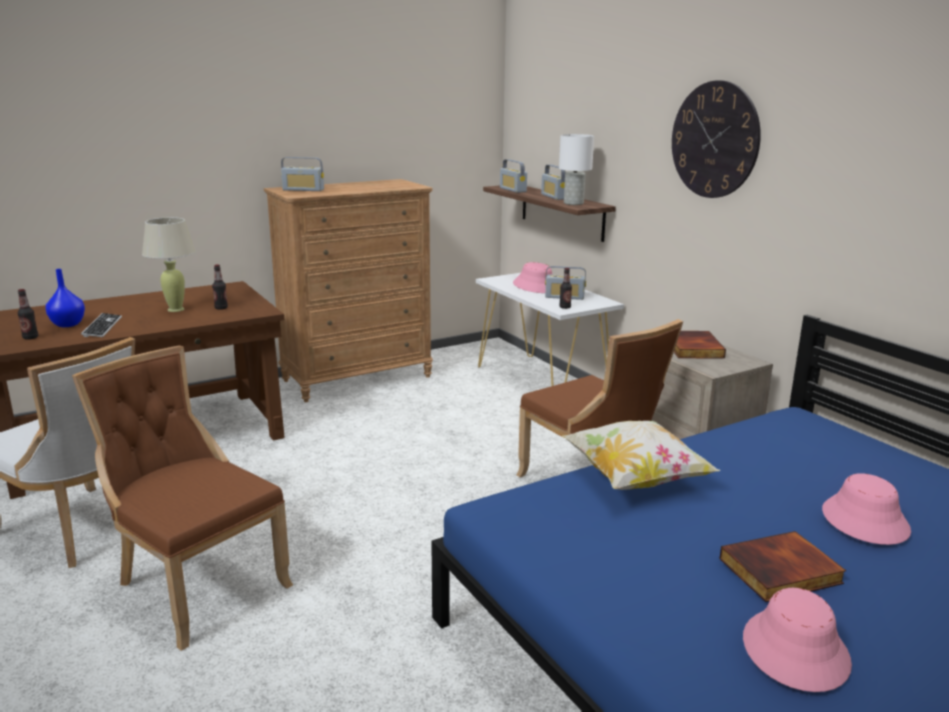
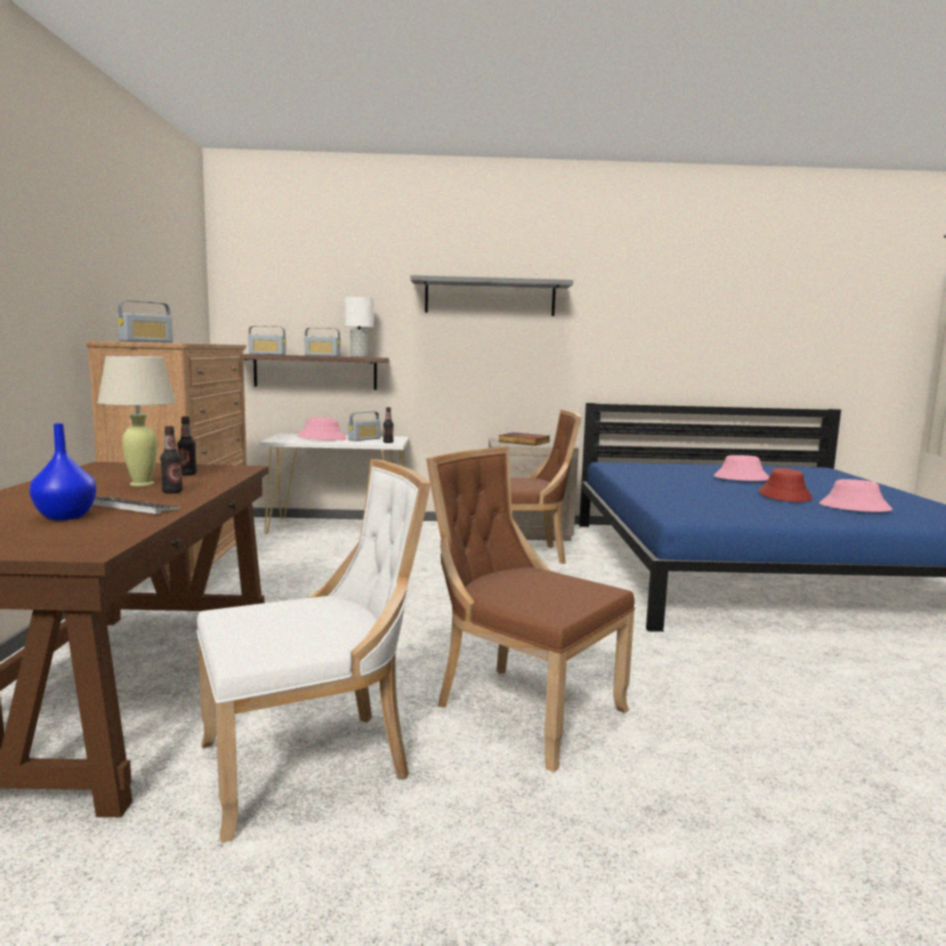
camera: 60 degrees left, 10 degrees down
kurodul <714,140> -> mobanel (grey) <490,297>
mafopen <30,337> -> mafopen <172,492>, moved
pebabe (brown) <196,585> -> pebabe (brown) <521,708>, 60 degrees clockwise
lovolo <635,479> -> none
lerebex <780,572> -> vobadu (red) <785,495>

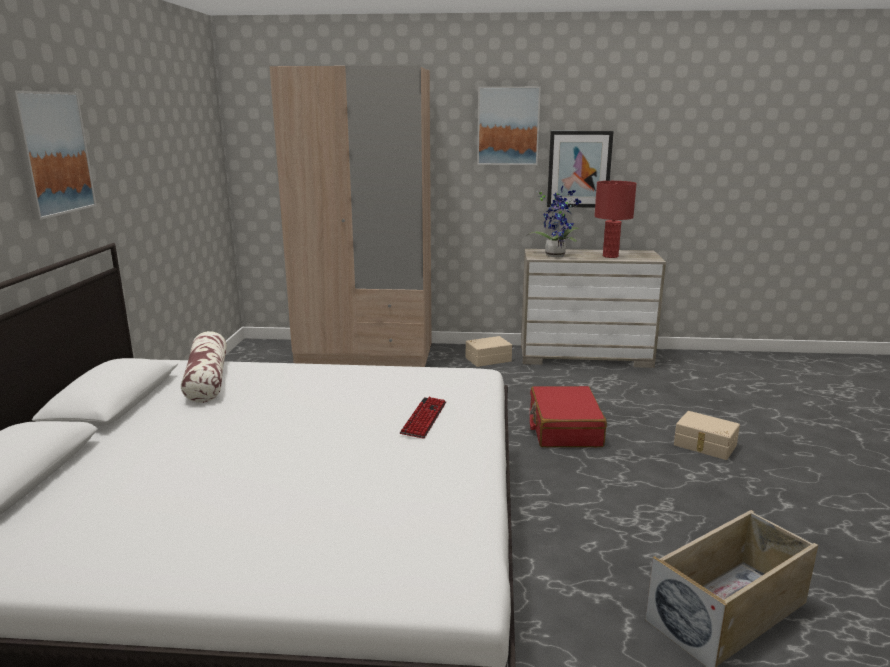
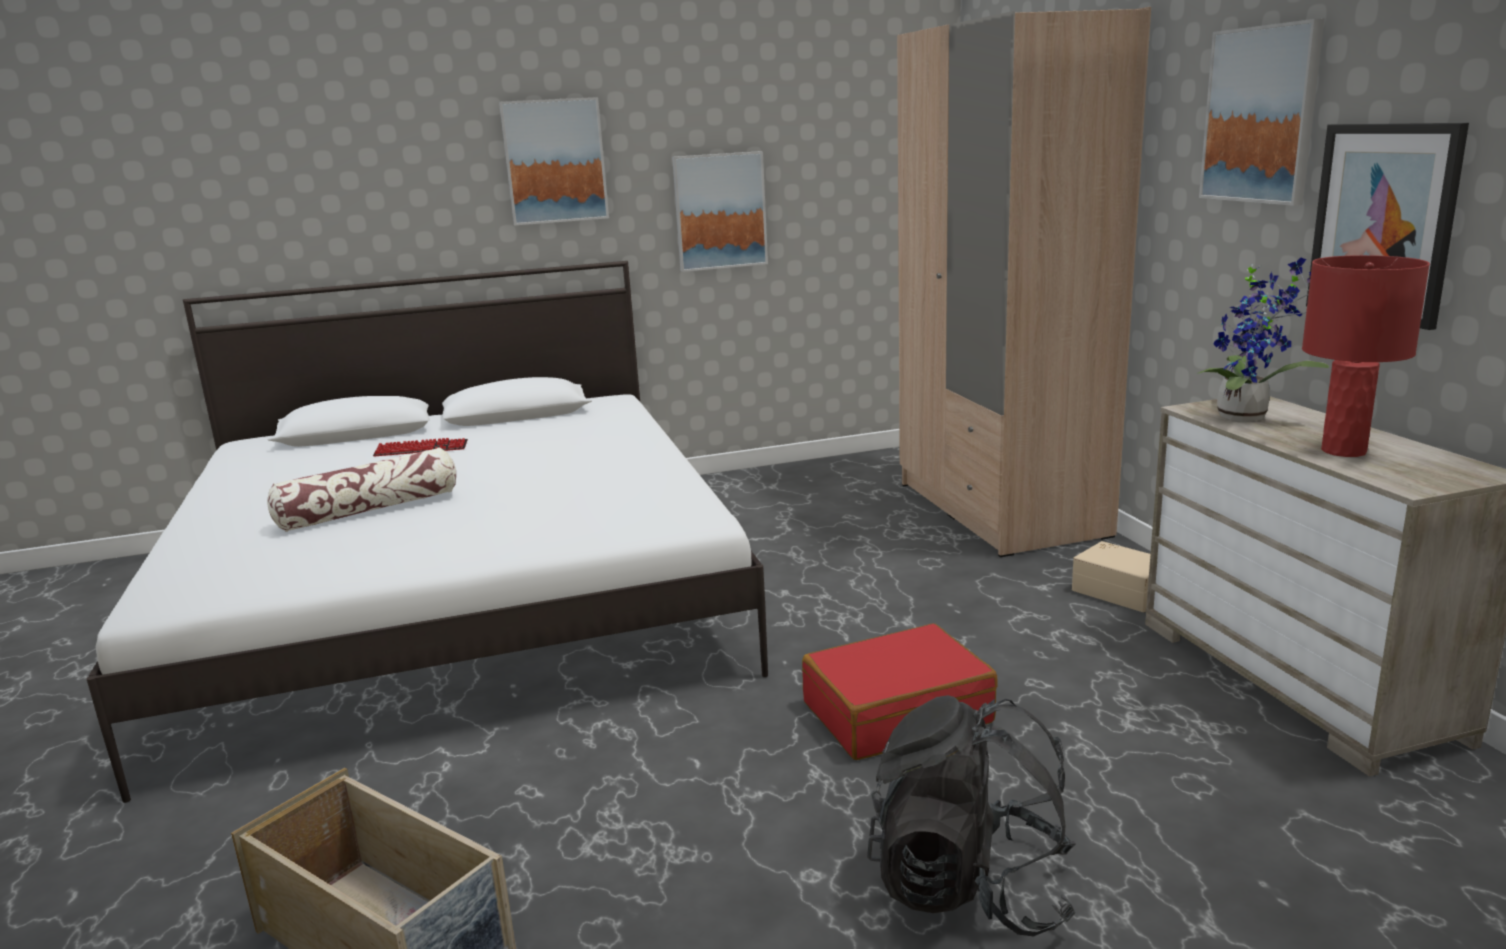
camera: 70 degrees right, 0 degrees up
lovolo <207,379> -> lovolo <370,510>, moved
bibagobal <424,418> -> bibagobal <421,449>, moved
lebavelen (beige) <704,445> -> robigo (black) <970,887>
none -> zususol <720,211>

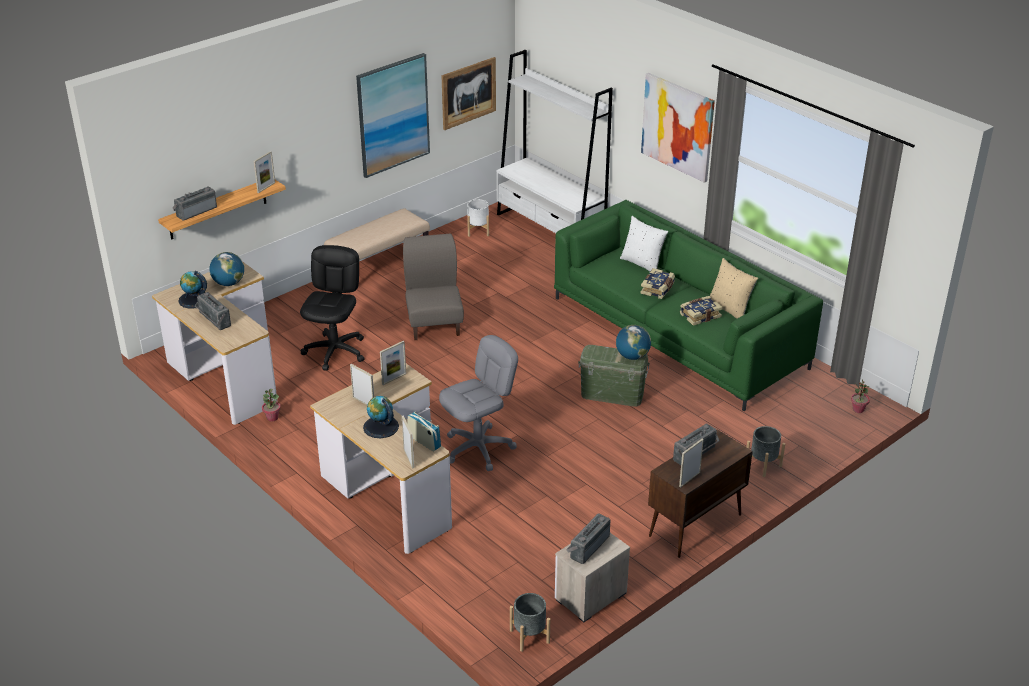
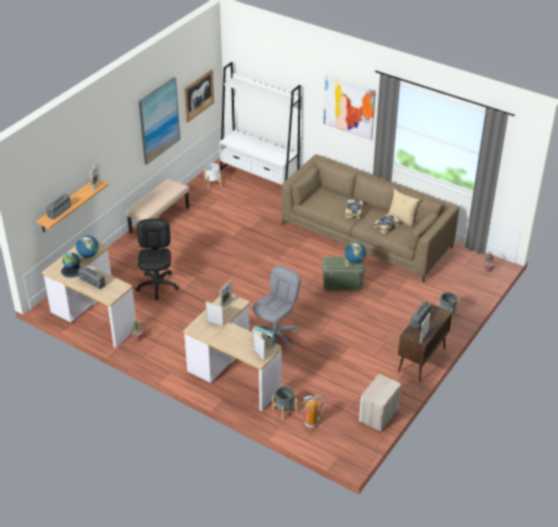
camera: 15 degrees left, 5 degrees up
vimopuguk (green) <678,333> -> vimopuguk (brown) <366,236>
lovolo (white) <642,263> -> none
pebabe (grey) <434,323> -> none
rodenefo <380,427> -> none
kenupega <587,546> -> none
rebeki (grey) <530,636> -> rebeki (grey) <284,411>, moved
none -> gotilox <311,423>

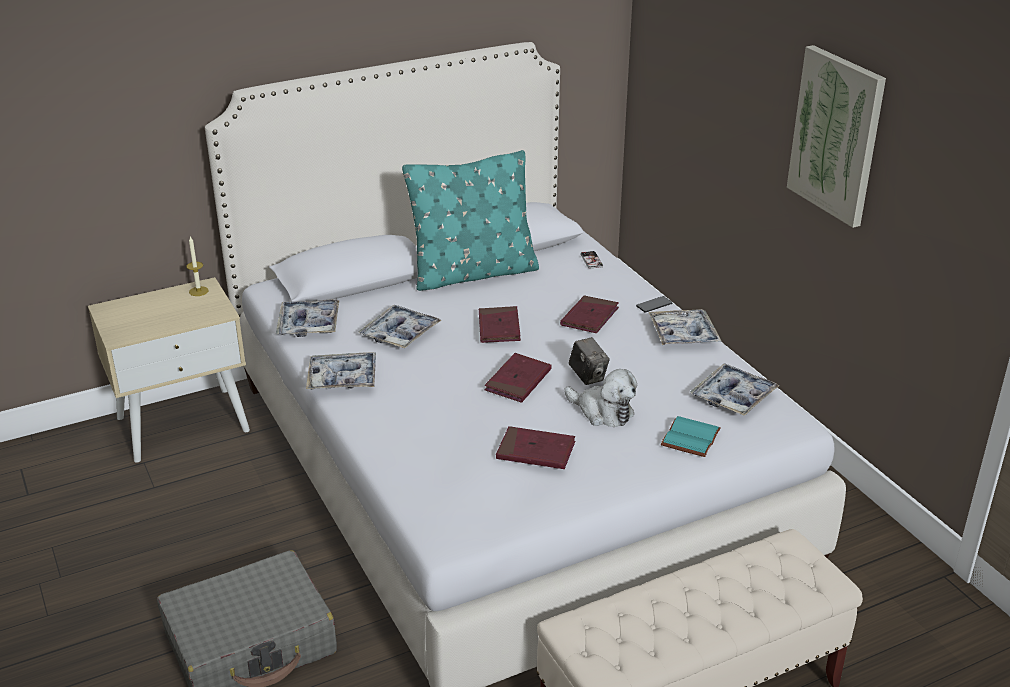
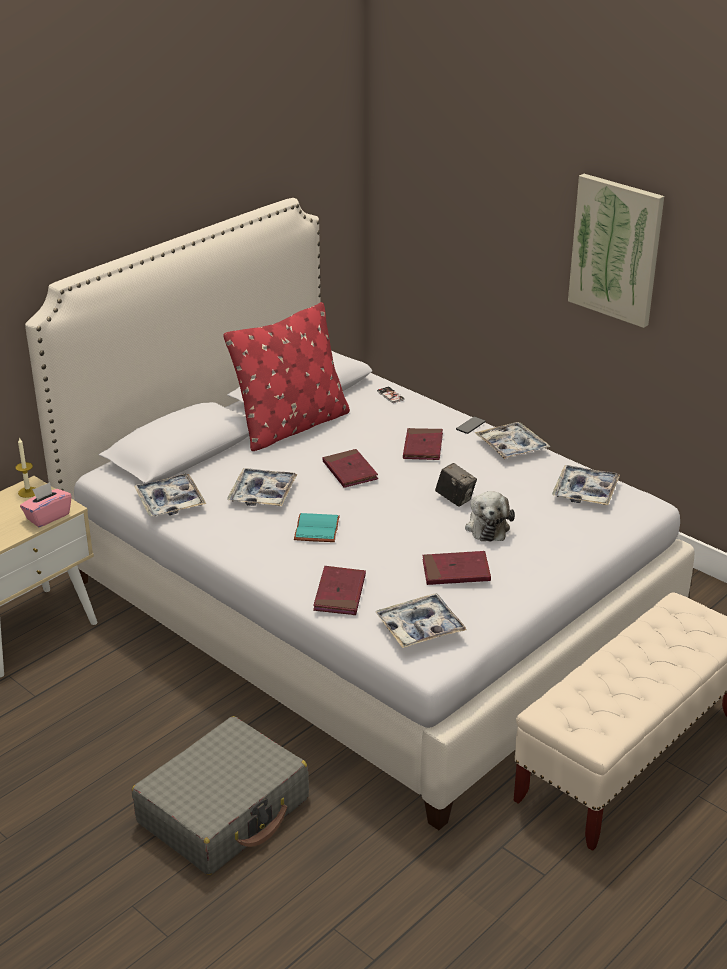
camera: 20 degrees left, 0 degrees up
lovolo (turquoise) <473,273> -> lovolo (red) <291,426>
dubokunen <342,378> -> dubokunen <420,628>, moved
lerebex (red) <518,381> -> lerebex (red) <339,593>, moved
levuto <602,412> -> levuto <487,526>, 75 degrees clockwise
lerebex (turquoise) <689,437> -> lerebex (turquoise) <315,528>, moved
none -> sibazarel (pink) <47,517>

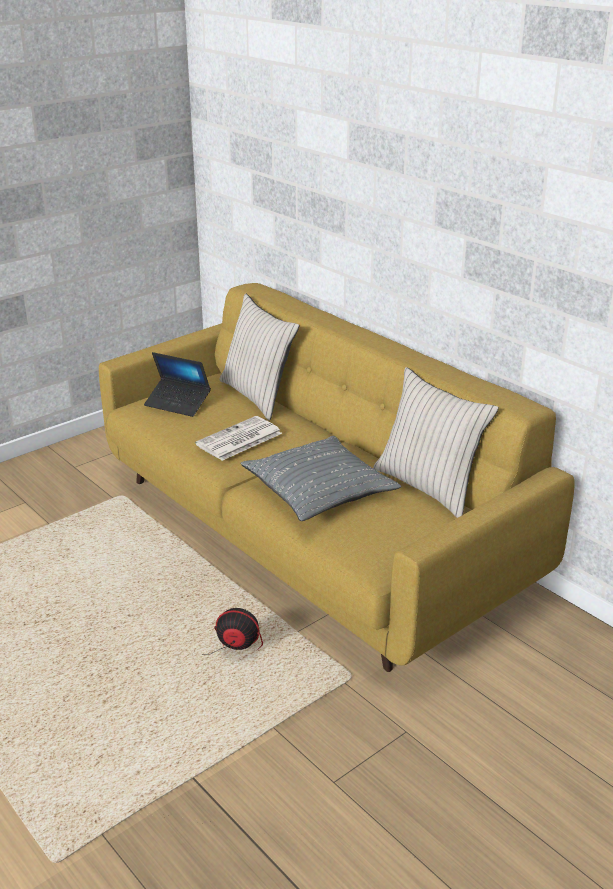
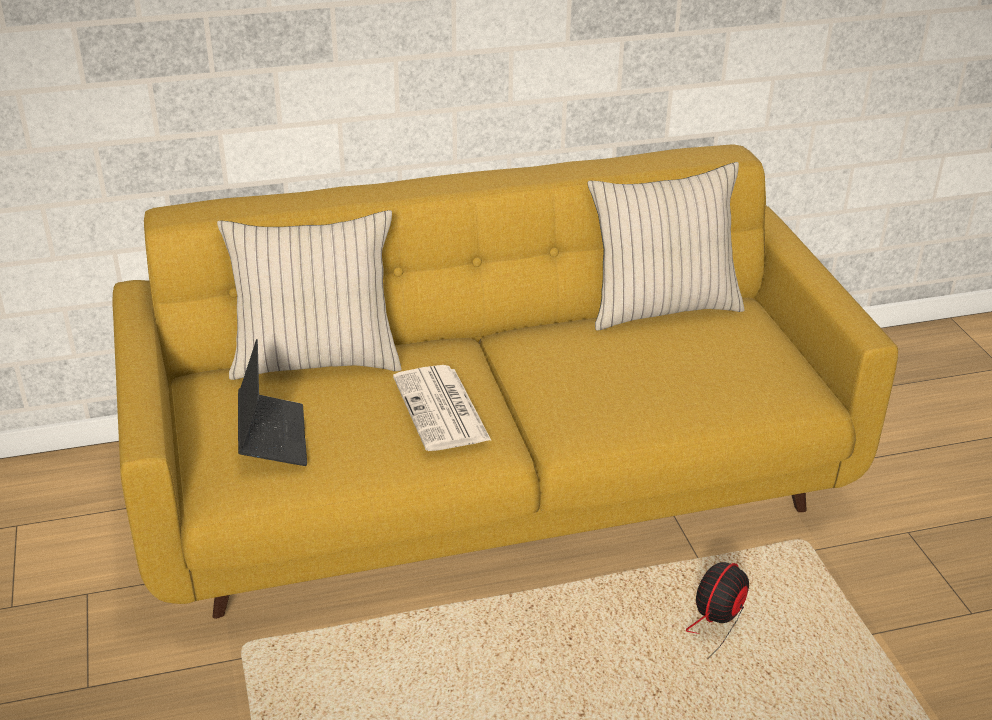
camera: 65 degrees left, 5 degrees up
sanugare <178,403> -> sanugare <272,437>, 60 degrees counterclockwise
lovolo (grey) <319,490> -> none

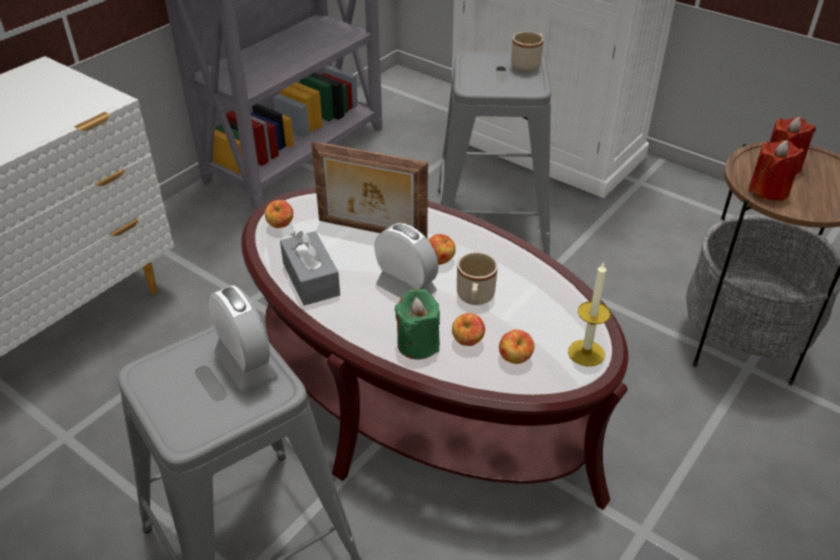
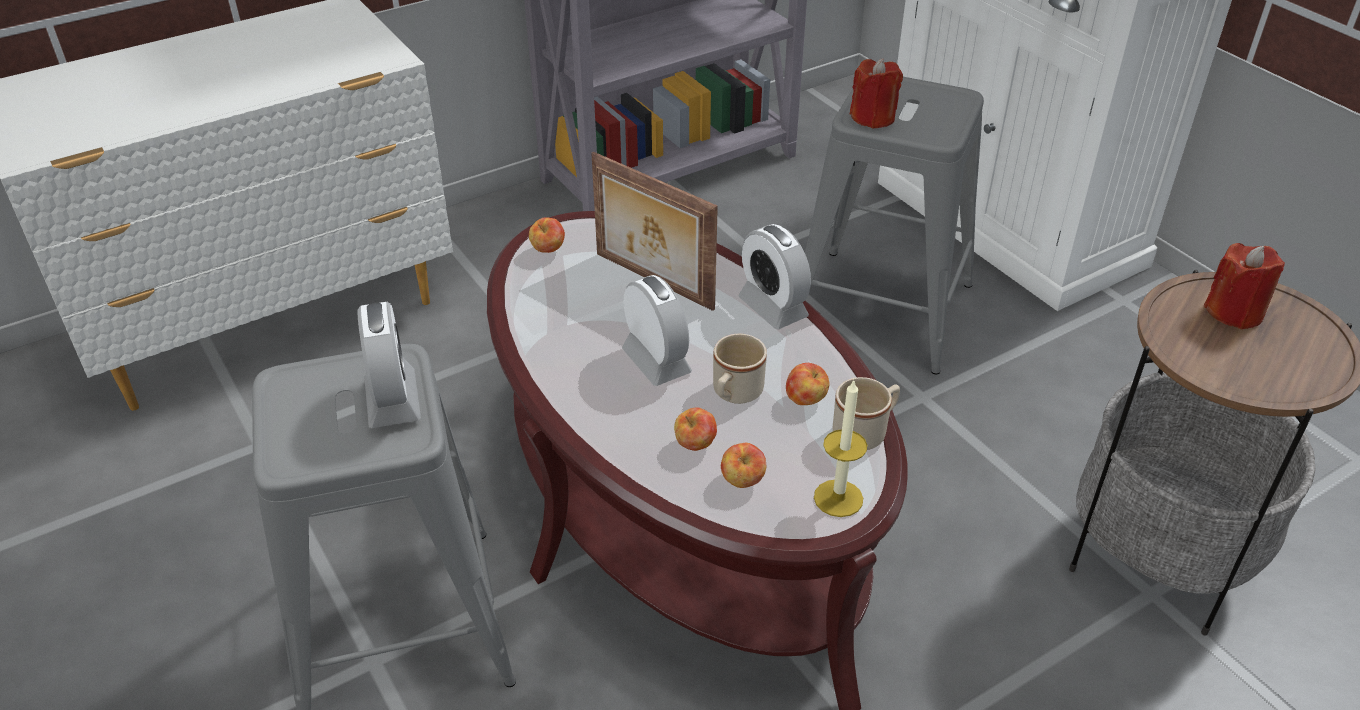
camera: 20 degrees right, 0 degrees up
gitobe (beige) <528,64> -> gitobe (beige) <865,432>, moved
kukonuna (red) <769,190> -> kukonuna (red) <873,117>, moved
sibazarel (grey) <311,279> -> none
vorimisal <440,261> -> vorimisal <806,400>, moved
kukonuna (green) <418,344> -> none
none -> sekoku <773,308>

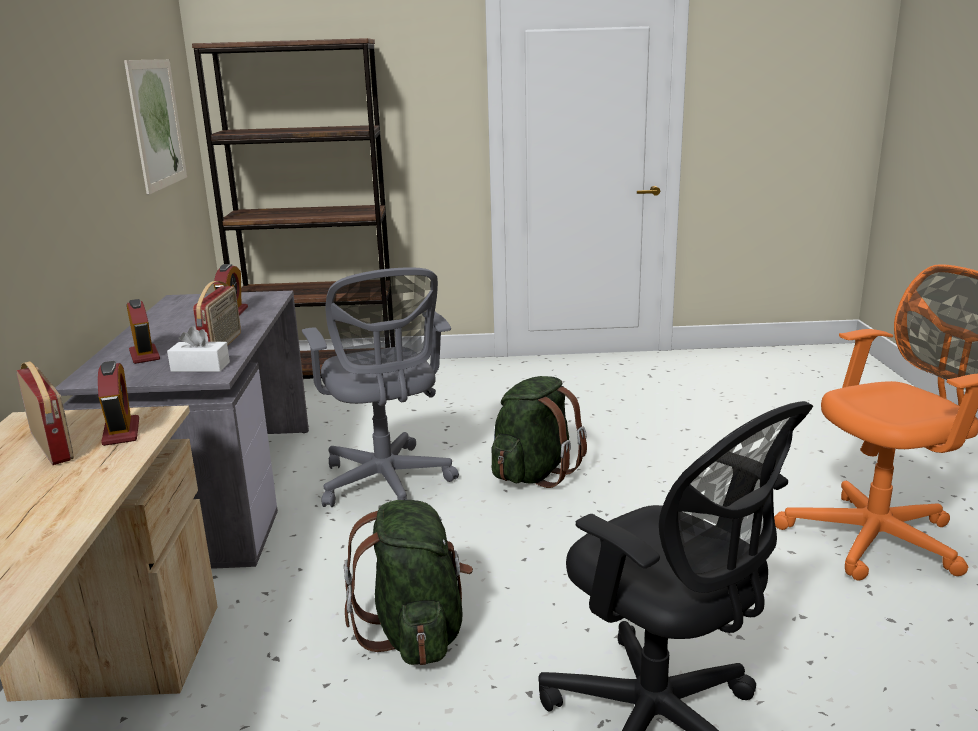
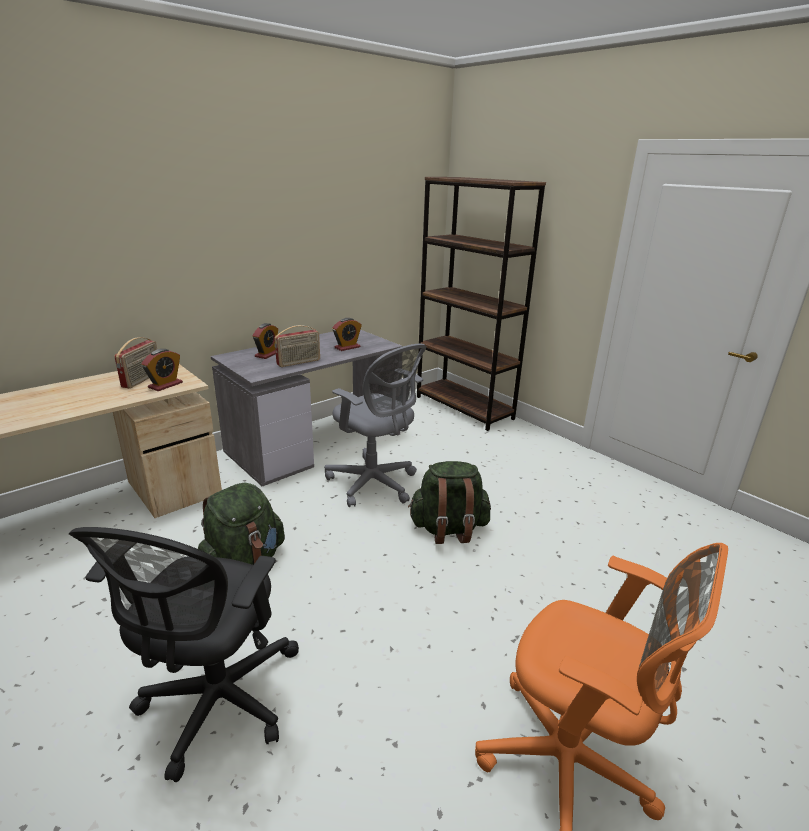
camera: 50 degrees right, 5 degrees up
zususol <157,124> -> none
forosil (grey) <387,484> -> forosil (grey) <374,484>, 75 degrees counterclockwise
sibazarel (white) <200,367> -> none

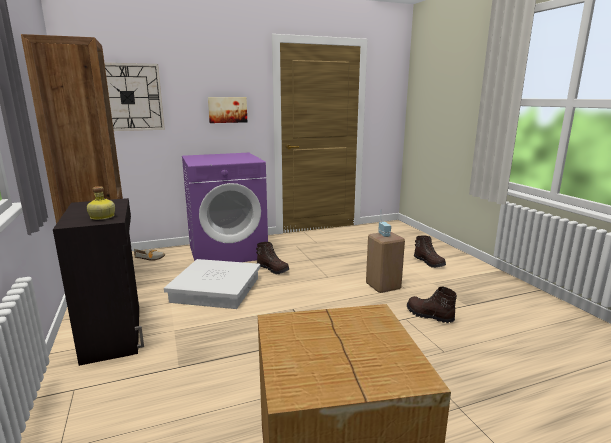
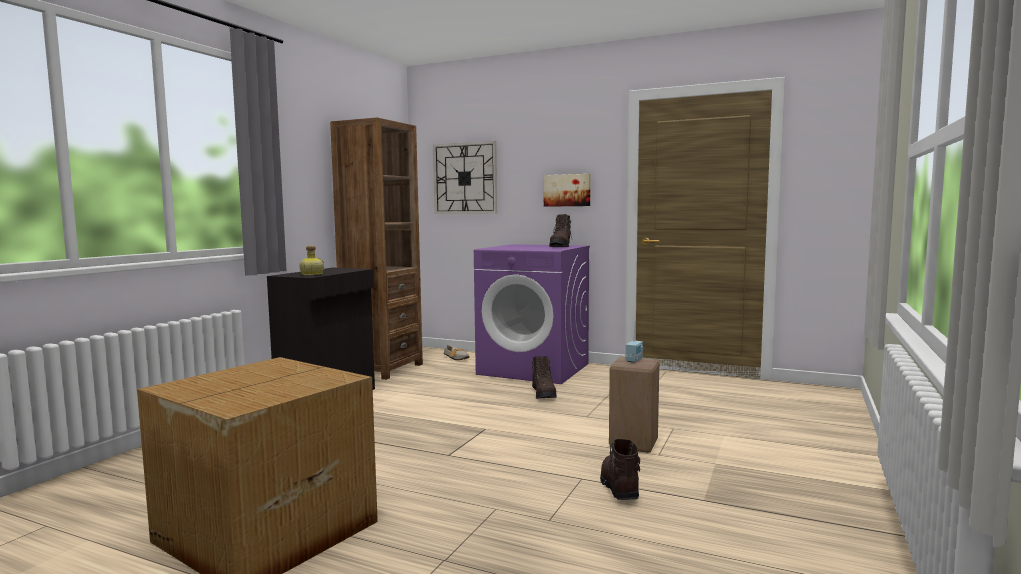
camera: 45 degrees right, 10 degrees down
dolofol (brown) <429,262> -> dolofol (brown) <561,246>, moved
lebavelen (white) <216,290> -> none

